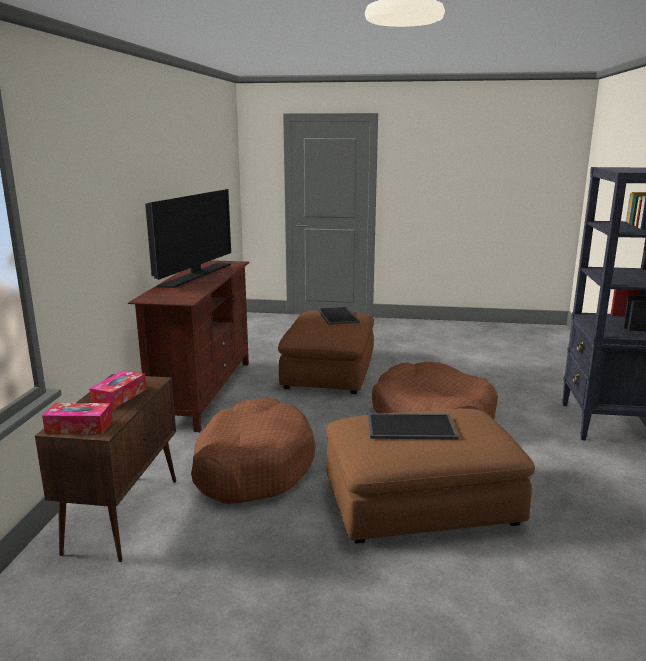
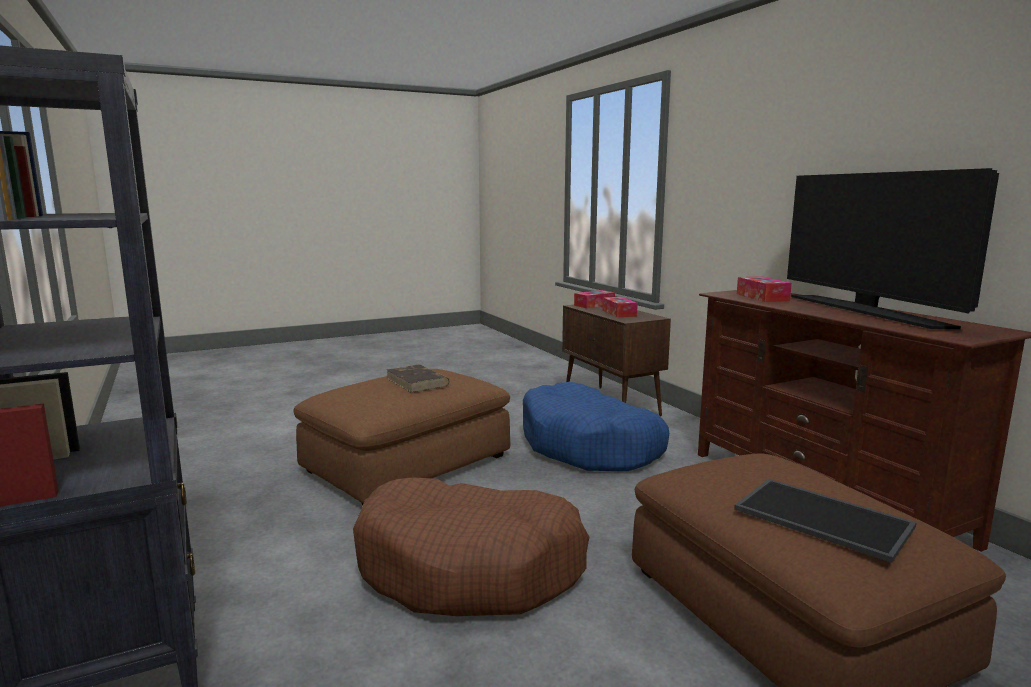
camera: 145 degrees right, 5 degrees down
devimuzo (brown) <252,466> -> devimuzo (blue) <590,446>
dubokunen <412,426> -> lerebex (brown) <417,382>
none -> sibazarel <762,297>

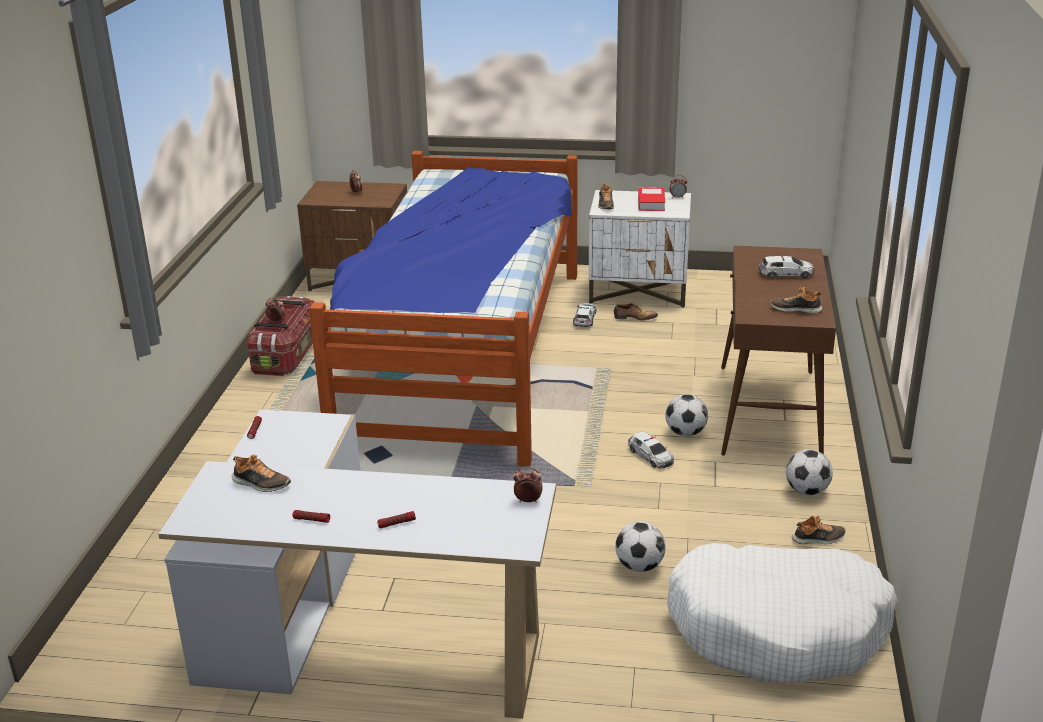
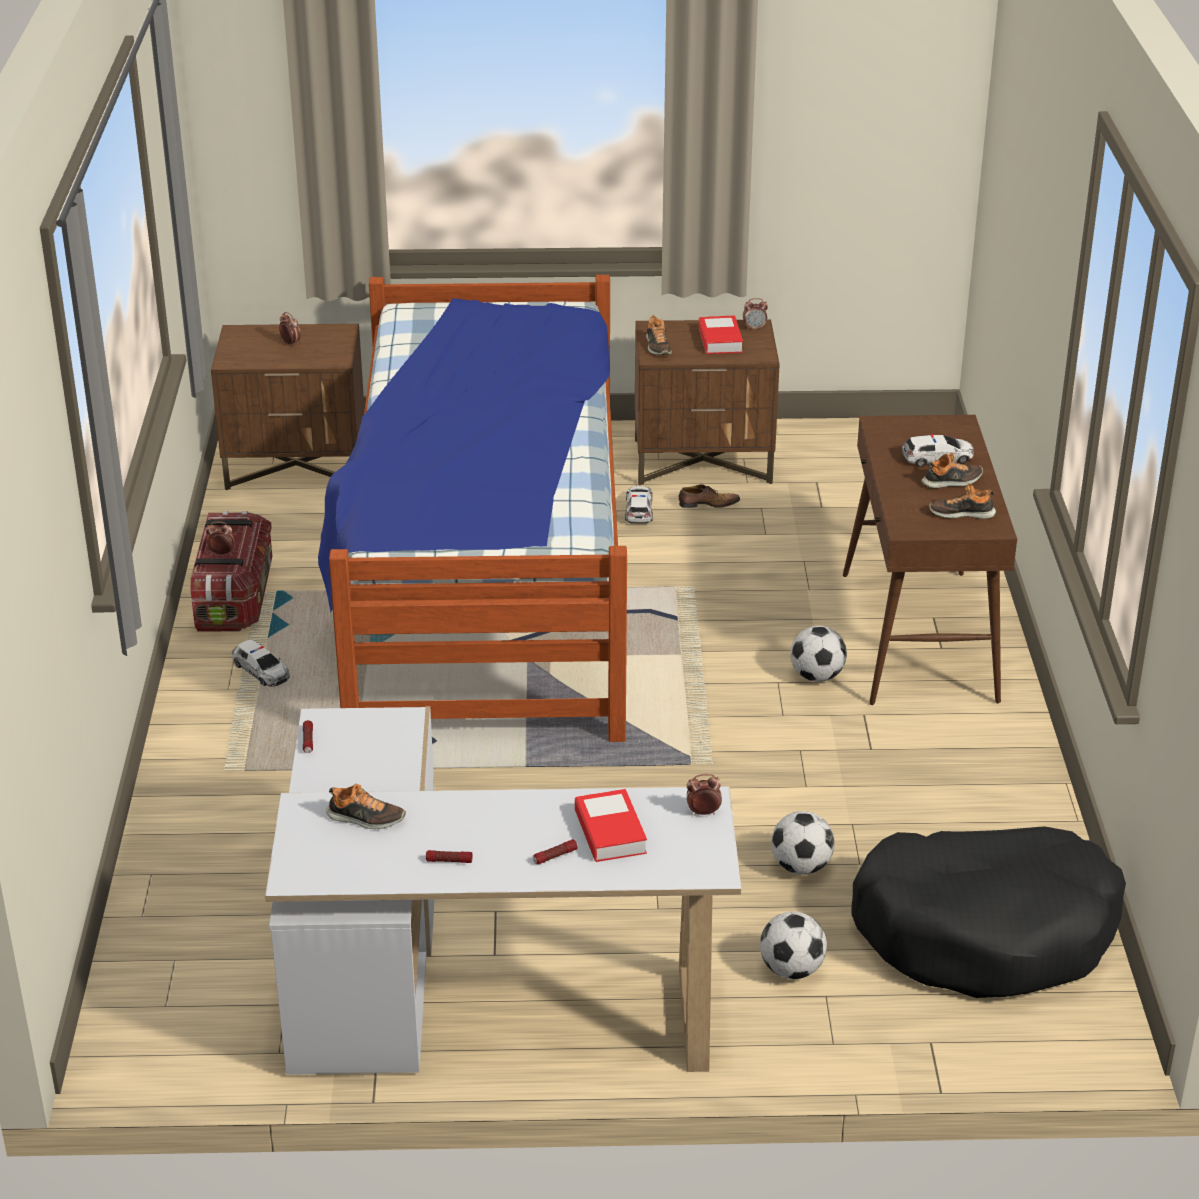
camera: 10 degrees left, 5 degrees up
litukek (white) <639,292> -> litukek (brown) <703,461>
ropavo <651,456> -> ropavo <261,670>, moved
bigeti <807,491> -> bigeti <791,970>, moved
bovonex <818,539> -> bovonex <952,481>, moved
devimuzo (white) <778,629> -> devimuzo (black) <986,931>
none -> lerebex <610,832>

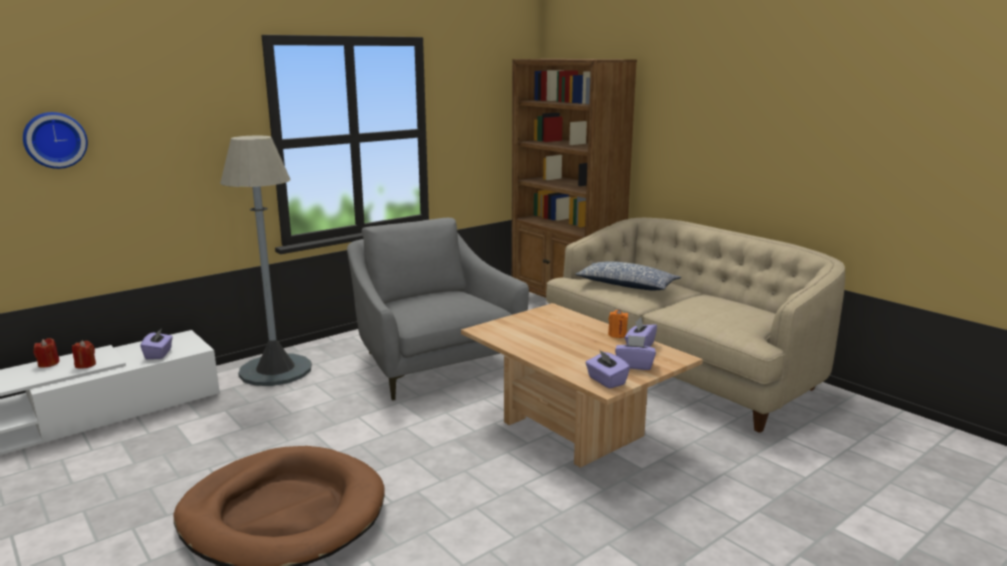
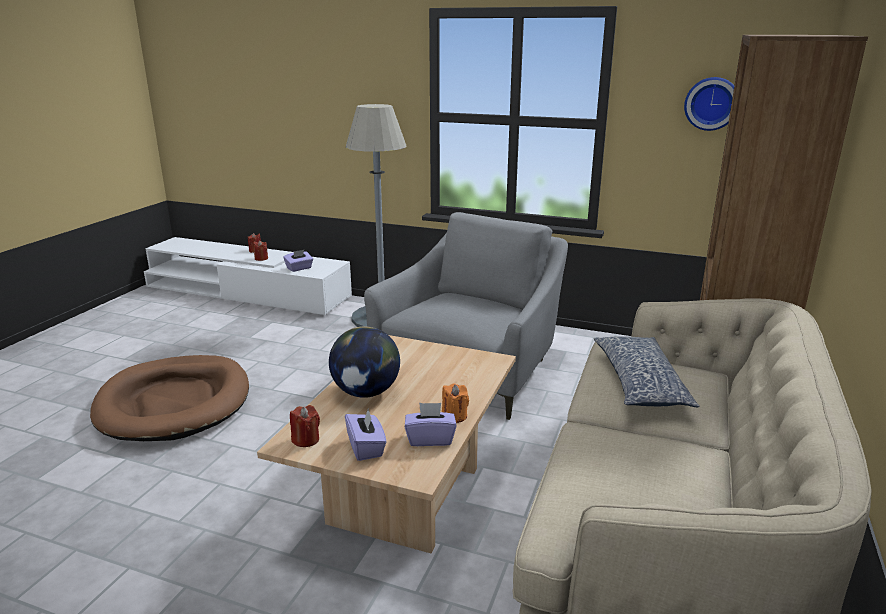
camera: 60 degrees right, 5 degrees up
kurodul <55,140> -> kurodul <711,103>, moved
sibazarel (purple) <606,381> -> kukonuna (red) <306,440>
none -> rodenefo <366,392>

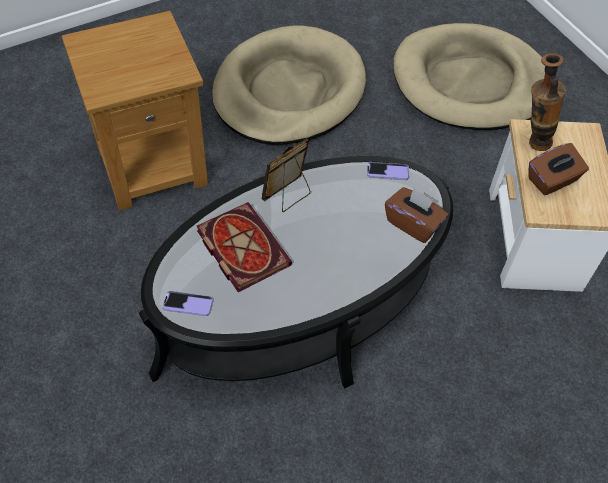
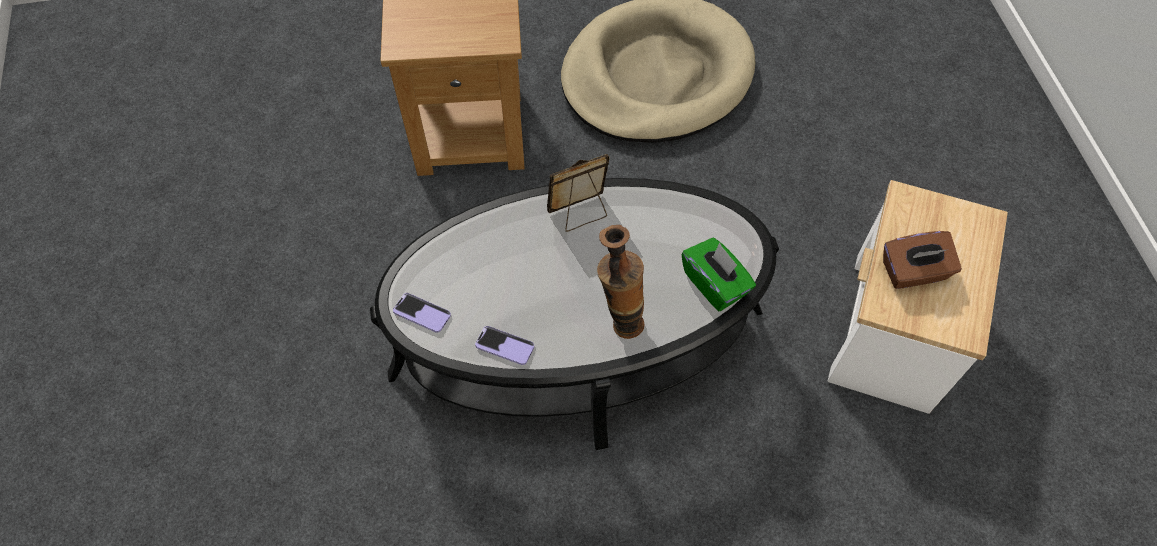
camera: 20 degrees right, 5 degrees up
devimuzo (beige) <470,82> -> none
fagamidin <532,141> -> fagamidin <620,319>, moved
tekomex <387,172> -> tekomex <505,346>, moved
sibazarel (brown) <413,224> -> sibazarel (green) <715,284>
lerebex <240,247> -> none

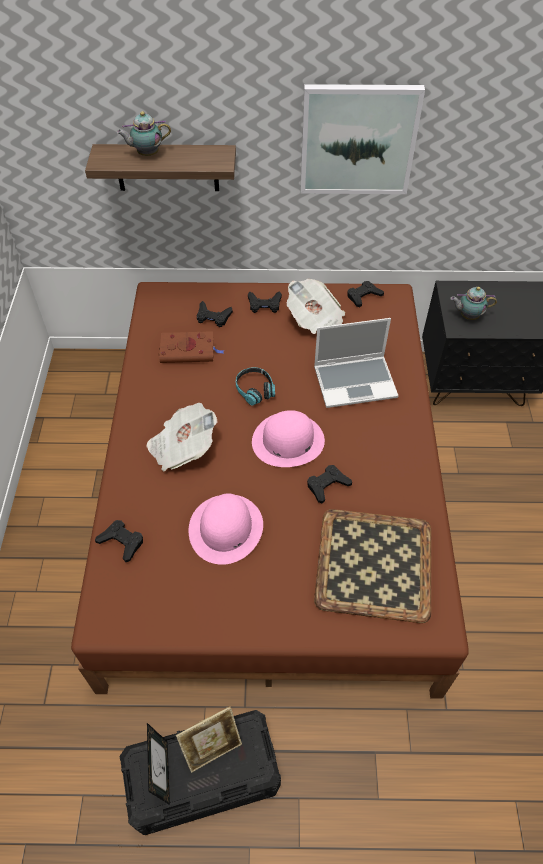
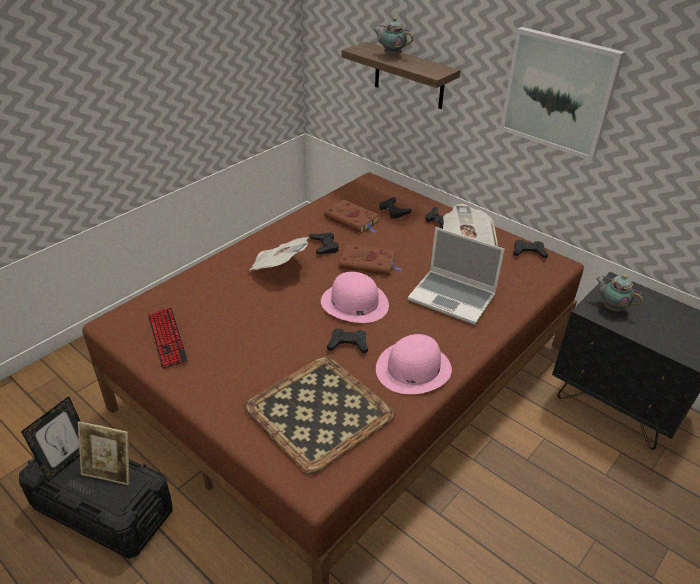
camera: 40 degrees right, 15 degrees down
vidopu <255,390> -> lerebex (brown) <369,263>
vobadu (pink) <226,528> -> vobadu (pink) <413,368>, moved
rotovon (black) <122,542> -> rotovon (black) <324,246>, moved
none -> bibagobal <167,338>

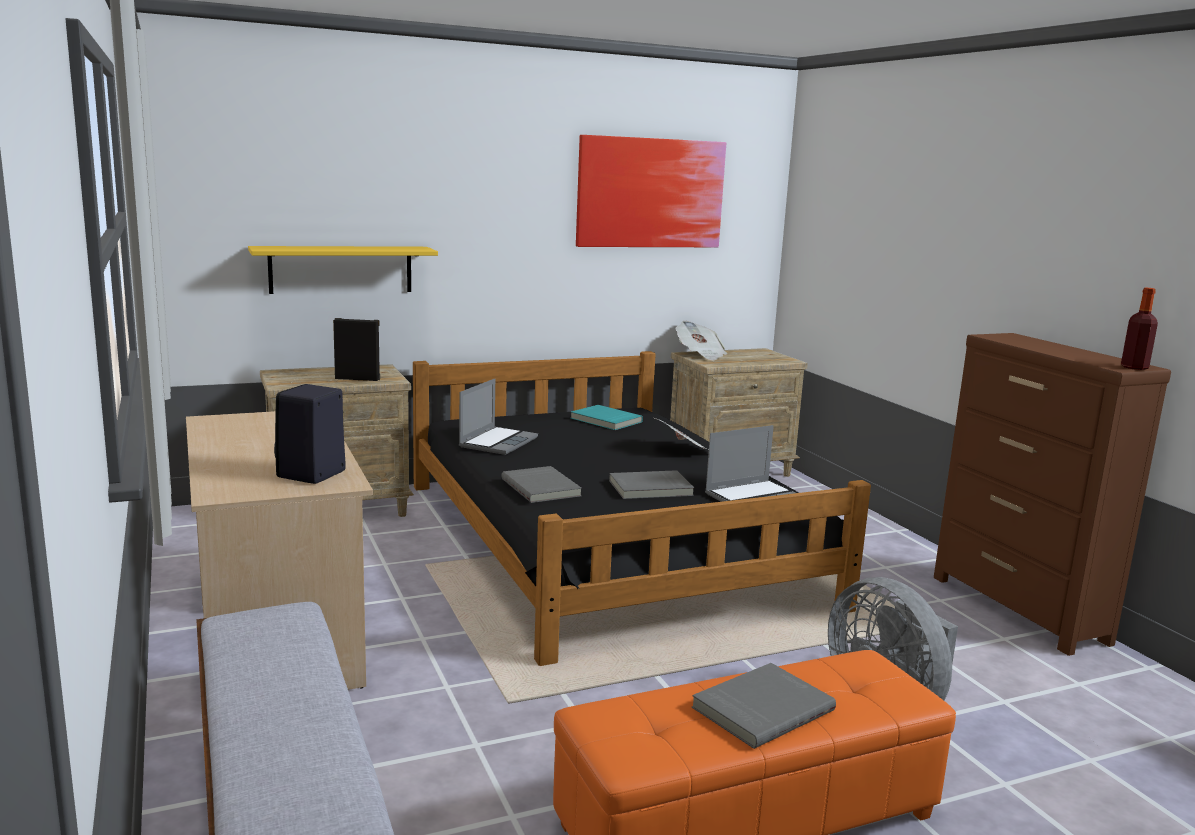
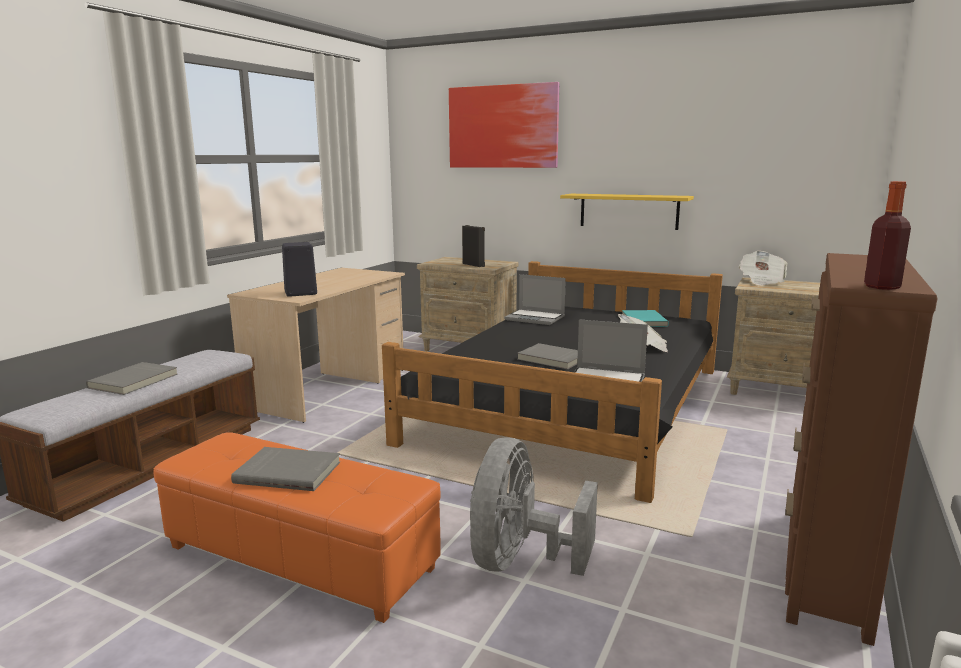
camera: 50 degrees right, 0 degrees up
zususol <650,193> -> zususol <503,127>, moved
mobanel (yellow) <341,269> -> mobanel (yellow) <628,211>, moved
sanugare <498,442> -> sanugare <536,318>, 45 degrees clockwise
lerebex (grey) <542,487> -> lerebex (grey) <135,381>, moved

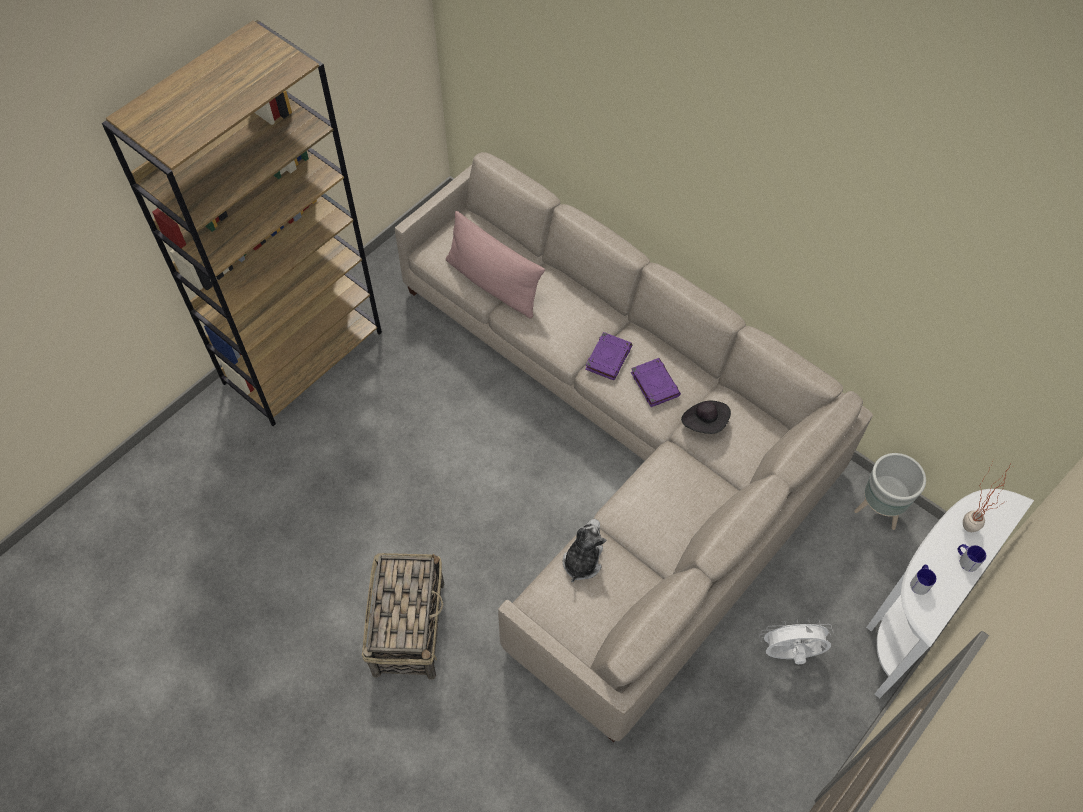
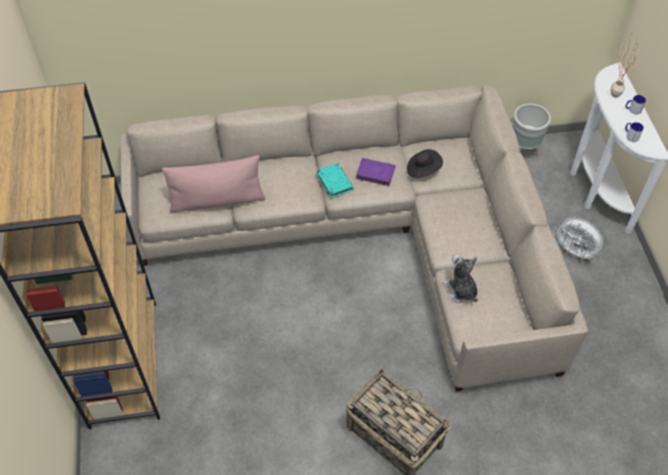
camera: 50 degrees left, 5 degrees down
lerebex (purple) <608,358> -> lerebex (turquoise) <334,182>
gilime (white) <789,654> -> gilime (white) <574,253>, 90 degrees counterclockwise

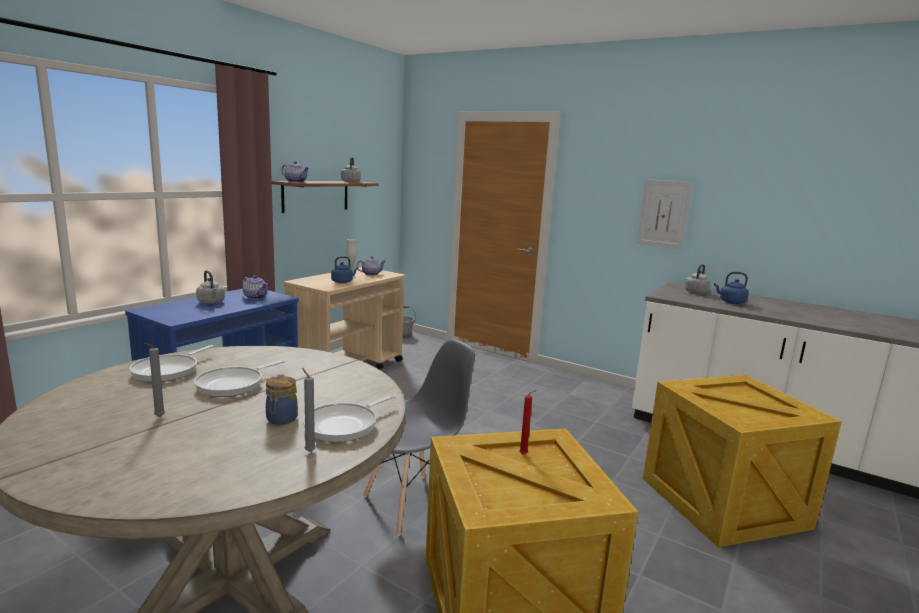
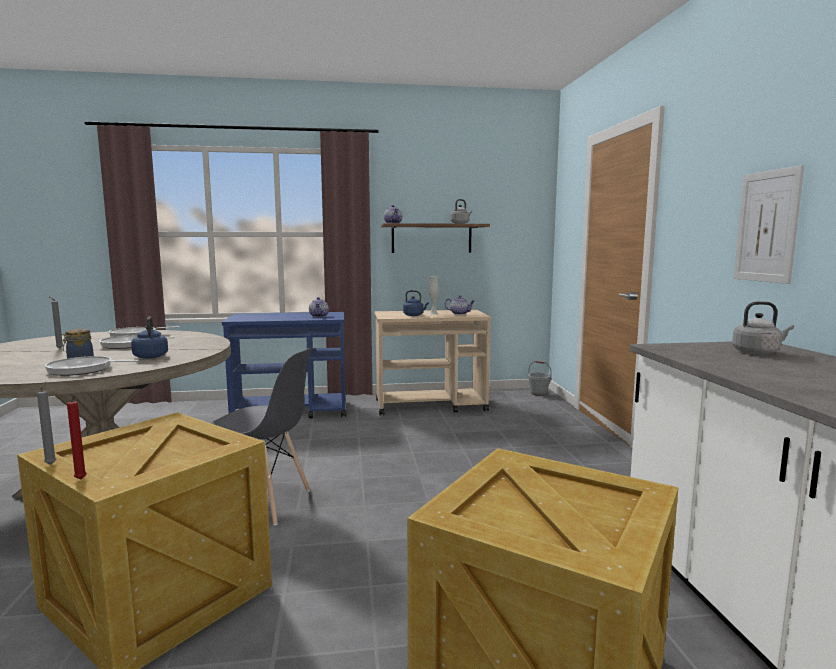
camera: 50 degrees right, 5 degrees down
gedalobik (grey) <211,302> -> none
gedalobik (blue) <730,302> -> gedalobik (blue) <151,356>, moved
kukonuna (grey) <309,451> -> kukonuna (grey) <51,464>, moved
kukonuna (red) <524,454> -> kukonuna (red) <81,480>, moved

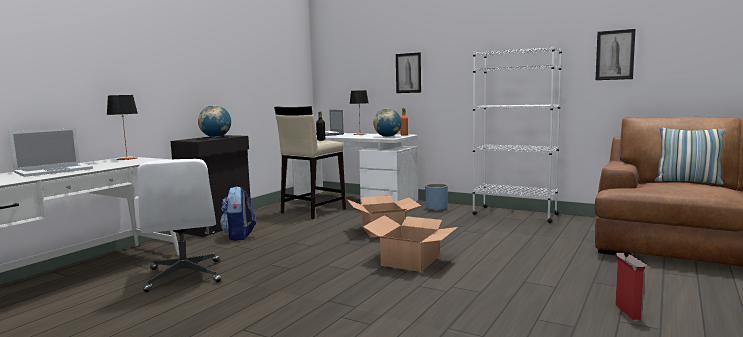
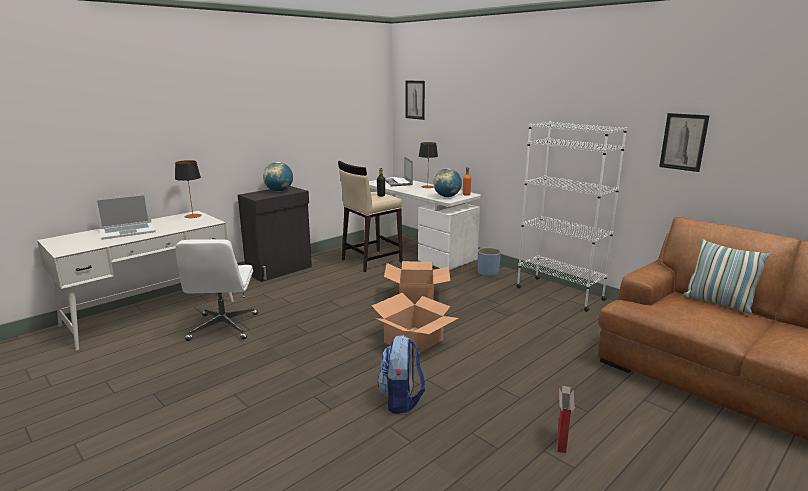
camera: 15 degrees right, 10 degrees up
zususol <408,73> -> zususol <415,99>, moved
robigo <239,236> -> robigo <401,400>, moved

